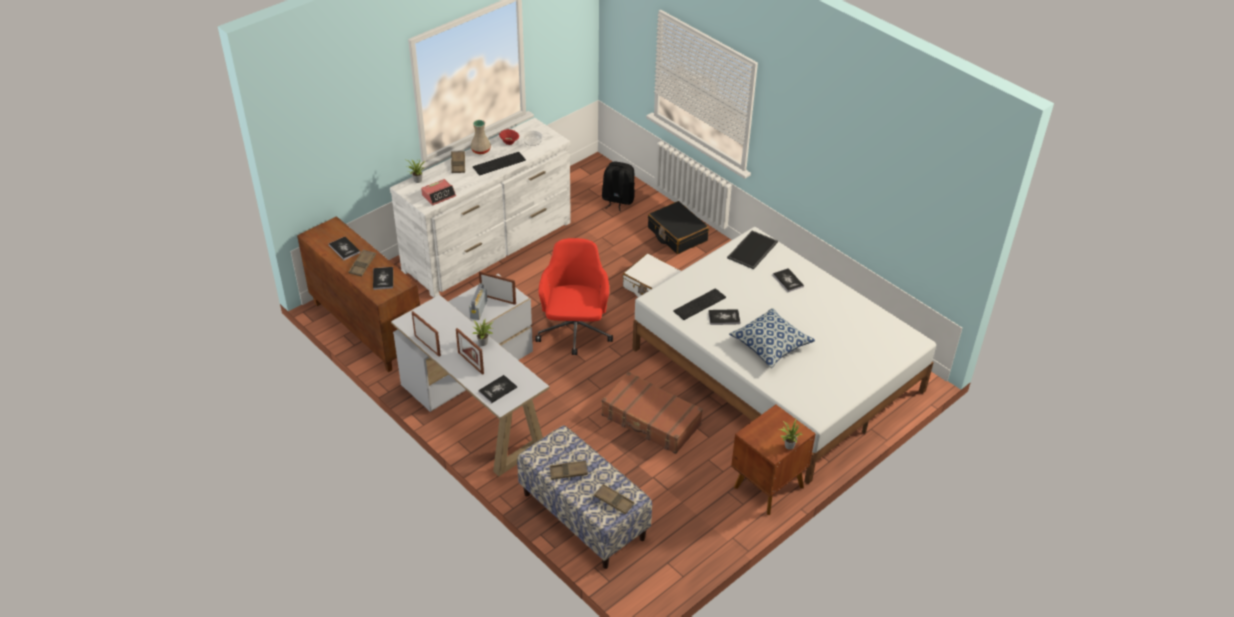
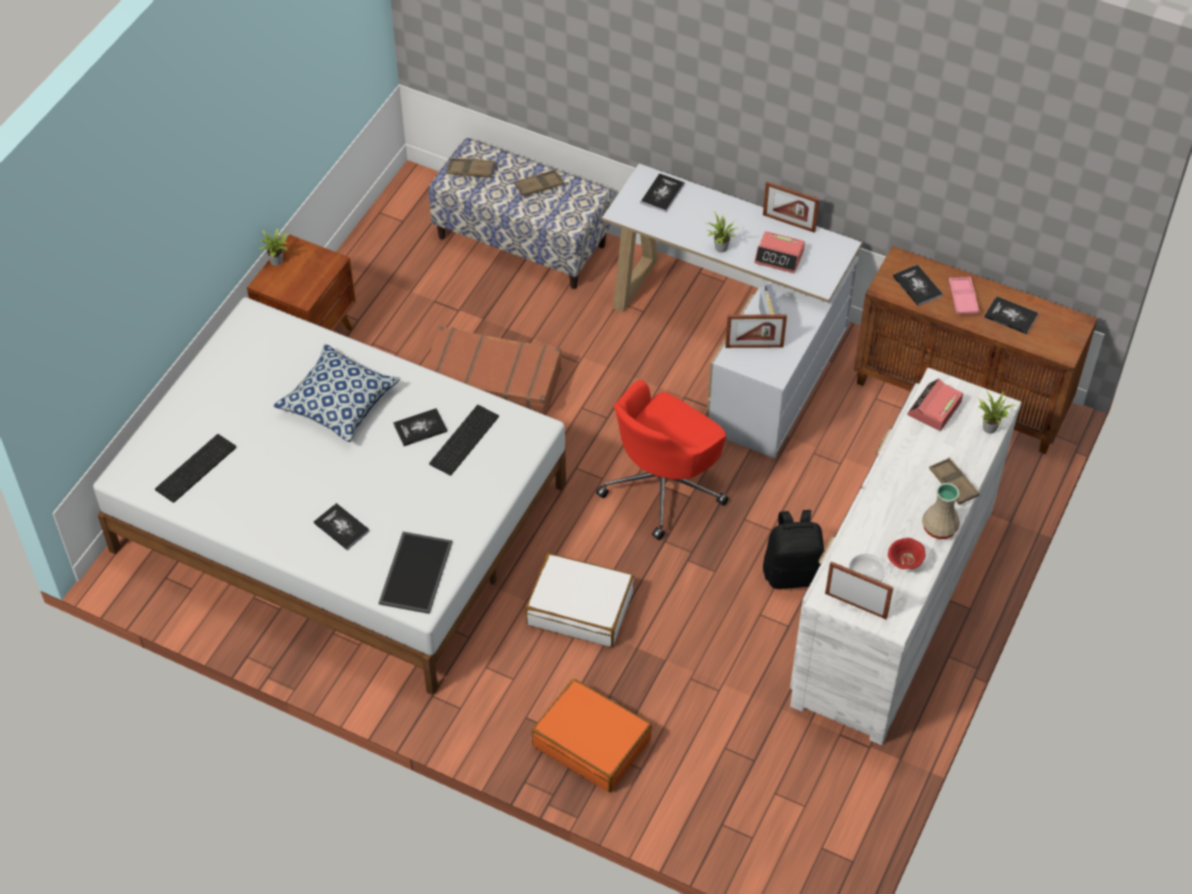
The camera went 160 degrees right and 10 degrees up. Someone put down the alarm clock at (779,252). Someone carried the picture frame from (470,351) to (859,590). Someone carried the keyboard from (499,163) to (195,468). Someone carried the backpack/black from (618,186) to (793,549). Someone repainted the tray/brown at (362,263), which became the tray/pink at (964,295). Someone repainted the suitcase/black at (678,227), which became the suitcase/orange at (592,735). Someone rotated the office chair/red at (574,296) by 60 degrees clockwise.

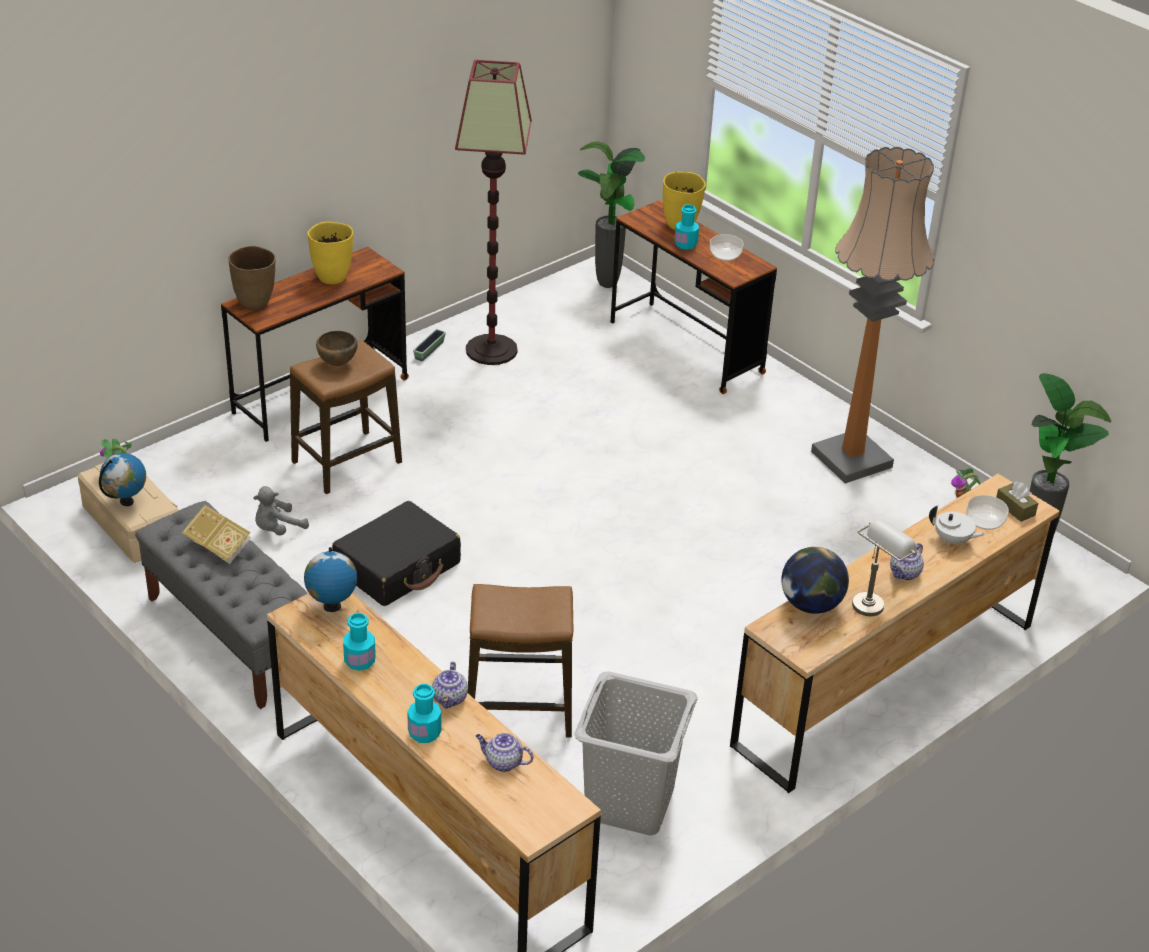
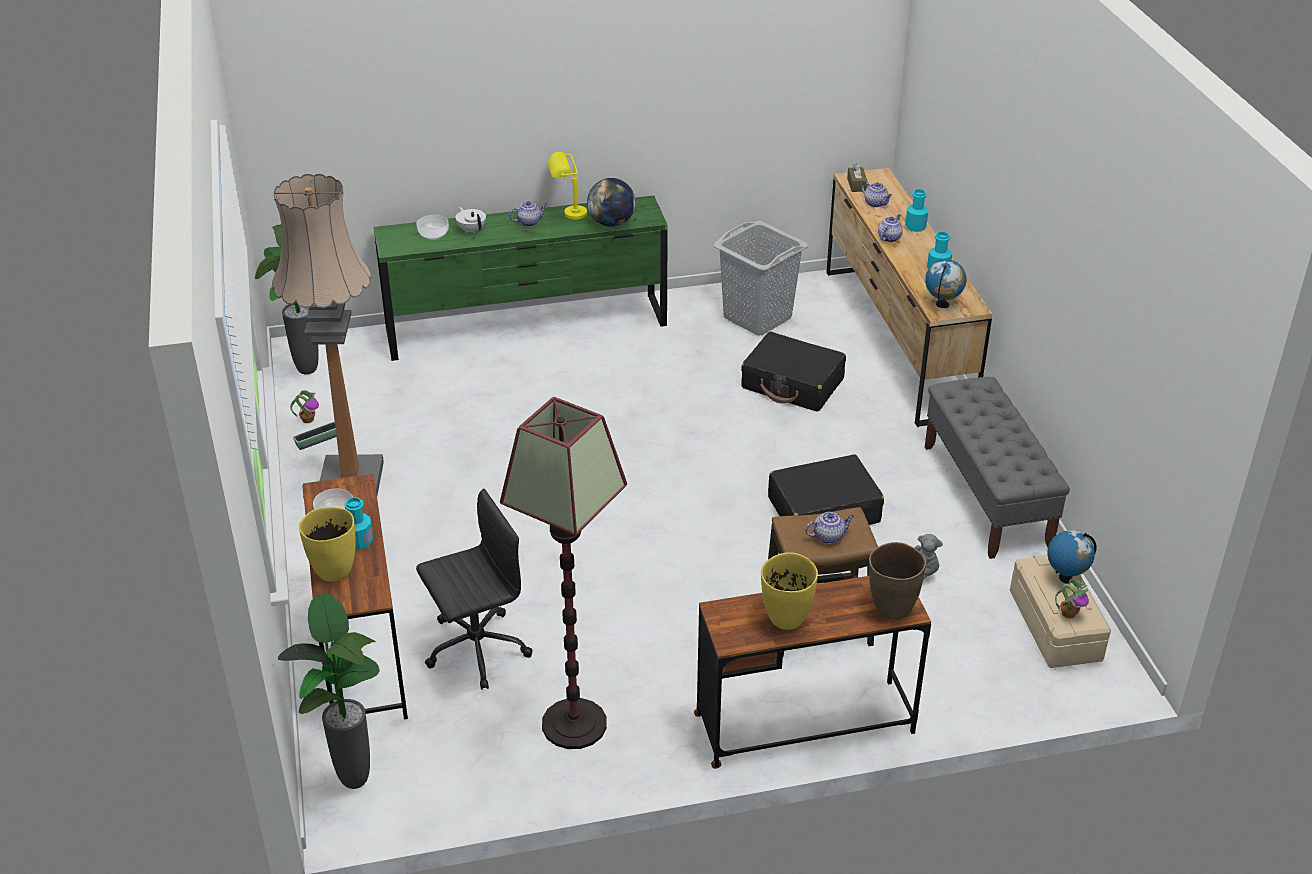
The camera went 150 degrees left and 0 degrees up. Someone took away the book at (216,534). Someone put down the office chair/black at (474,589). Someone carried the planter from (429,345) to (314,435). Someone carried the tissue box/brown from (1017,501) to (857,177). Someone swapped the bowl/brown at (337,348) for the teapot at (829,528). Someone swapped the stool at (520,661) for the suitcase/black at (793,372). Someone repainted the dresser/brown at (895,633), which became the dresser/green at (521,278). Someone repainted the table lamp/grey at (884,567), which became the table lamp/yellow at (567,185).

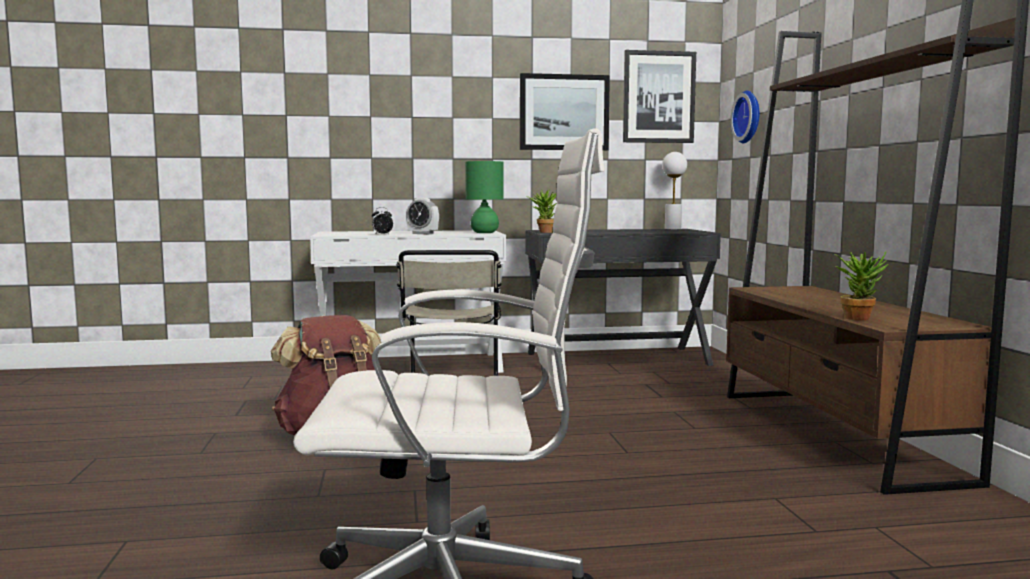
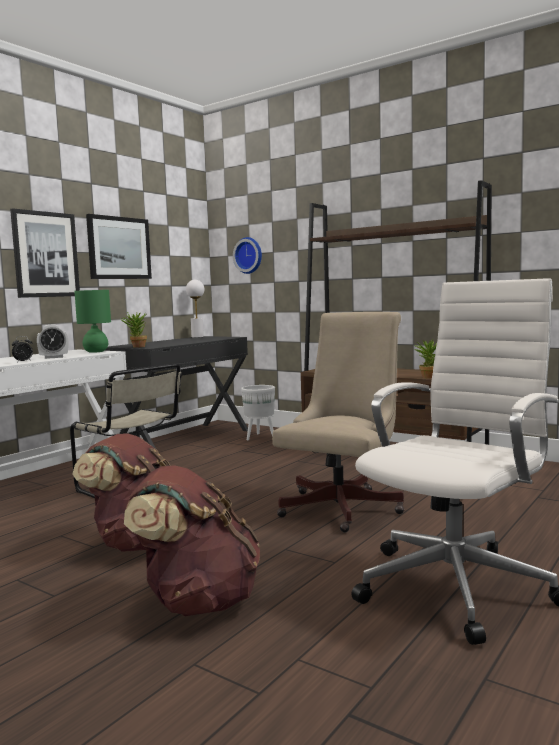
The camera went 45 degrees left and 0 degrees up. Someone put down the backpack/brown at (192,540). Someone put down the planter/white at (258,412). Someone put down the office chair/beige at (338,422). Someone carried the picture from (659,96) to (45,253).

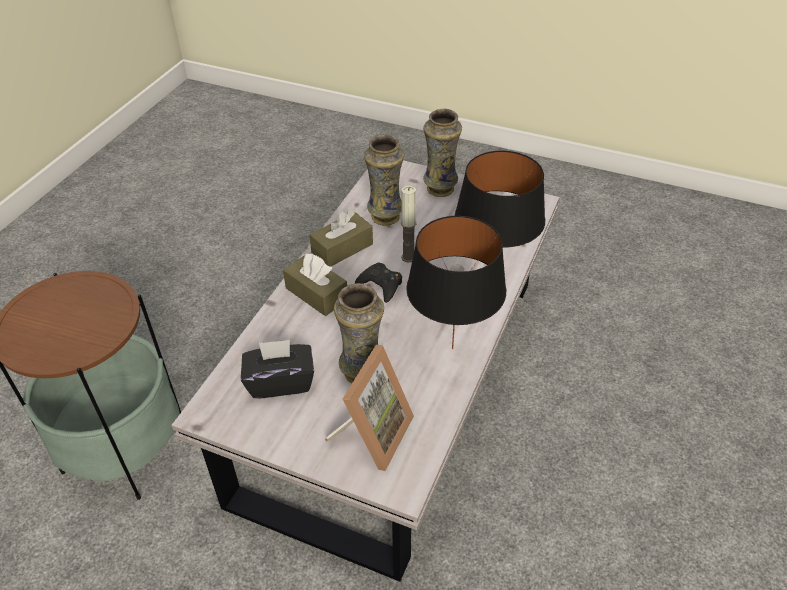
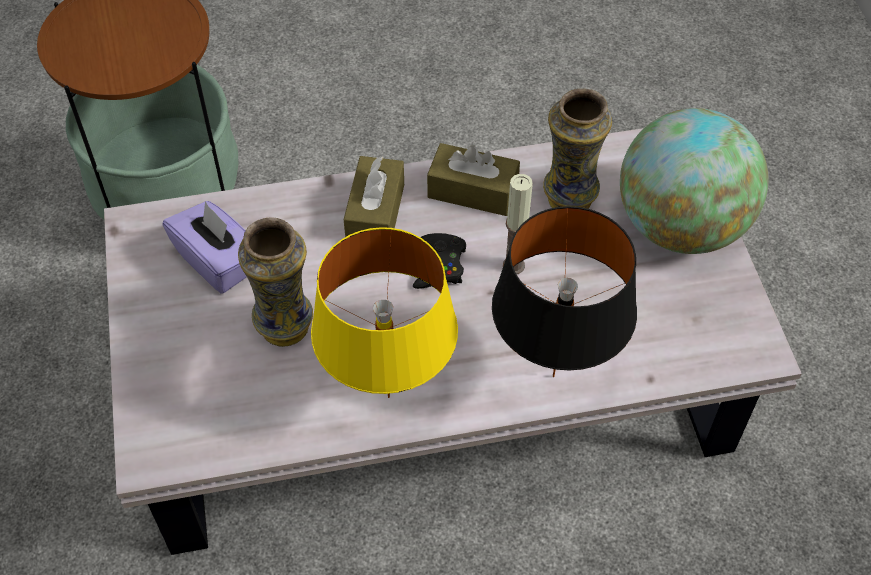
The camera went 55 degrees right and 10 degrees up. Someone took away the picture frame at (369,408). Someone swapped the vase at (442,153) for the globe at (694,181). Someone repainted the tissue box/black at (277,369), which became the tissue box/purple at (205,247). Someone repainted the table lamp/black at (456,282), which became the table lamp/yellow at (384,312).

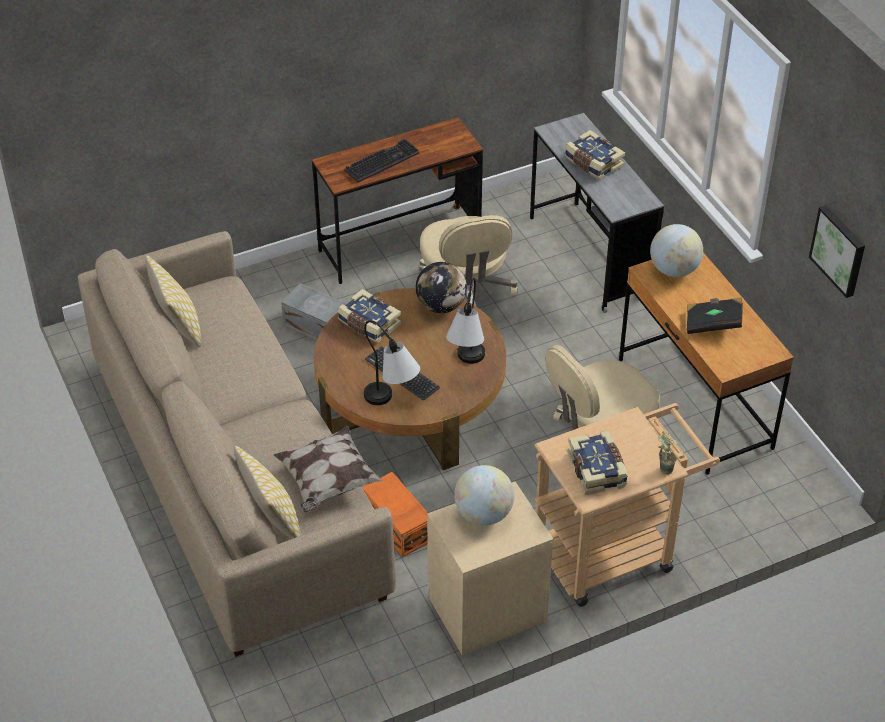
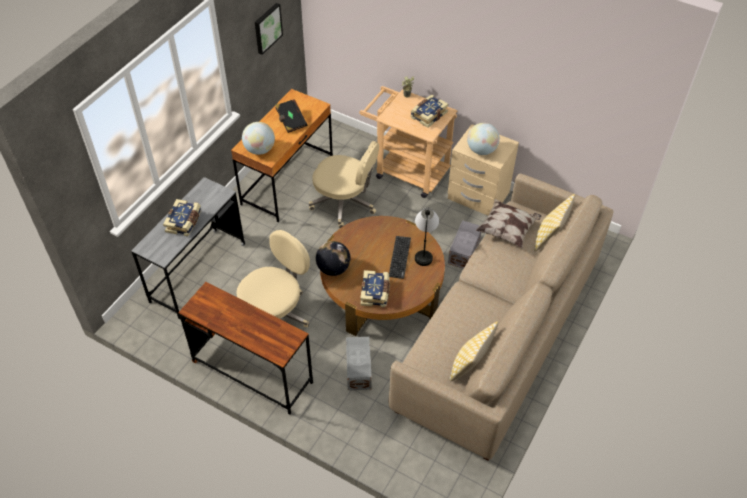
The camera went 125 degrees left and 5 degrees up. Someone took away the keyboard at (382,161). Someone took away the table lamp at (465,321). Someone repainted the storage box/orange at (395,514), which became the storage box/grey at (464,244).

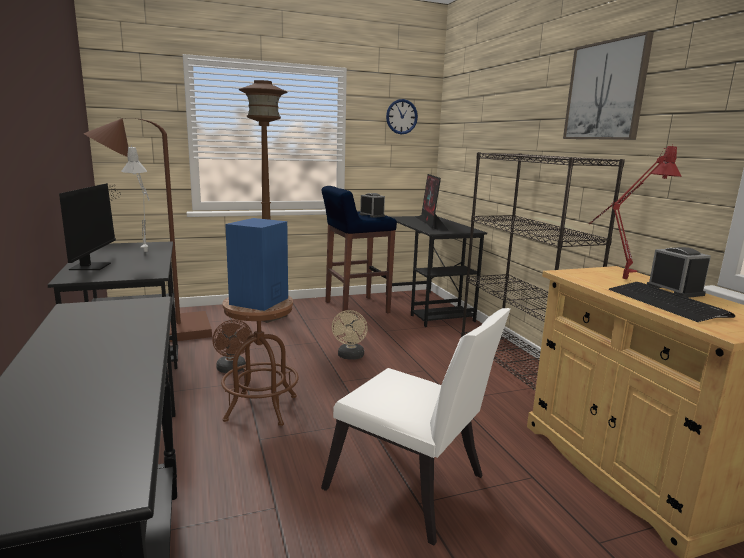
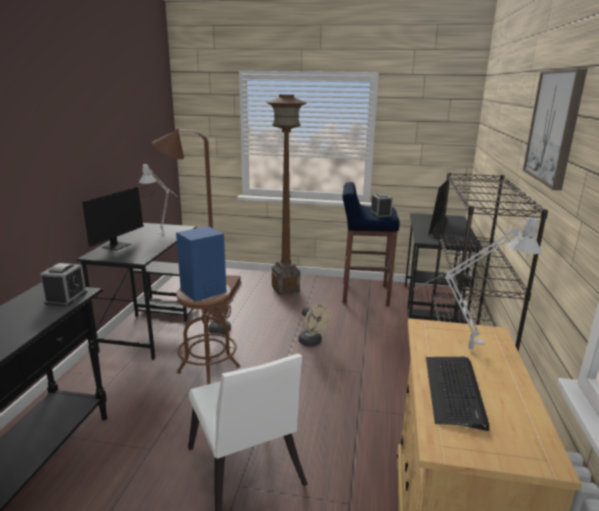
The camera went 30 degrees right and 5 degrees up. Someone took away the wall clock at (402,116). Someone carried the alarm clock from (679,272) to (63,285). Someone repainted the table lamp/red at (635,212), which became the table lamp/grey at (477,283). Someone rotated the fan/beige at (350,335) by 75 degrees counterclockwise.

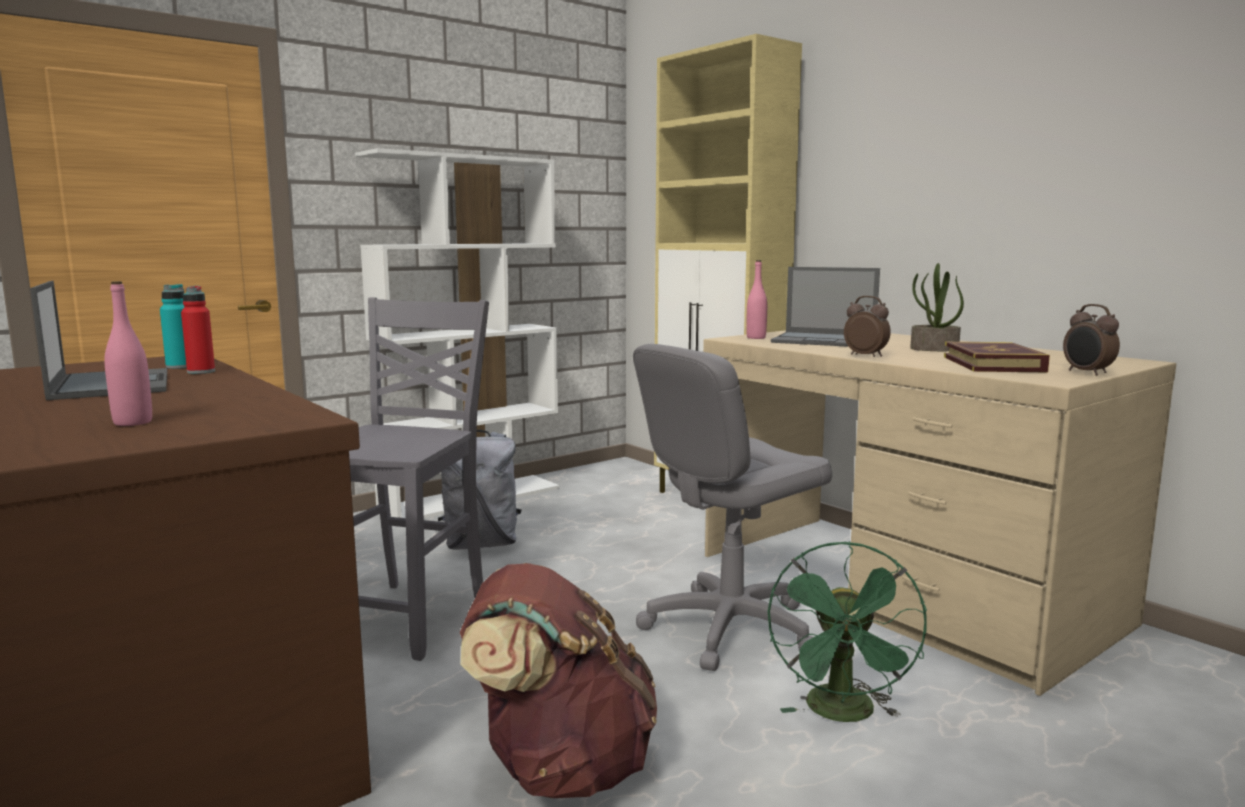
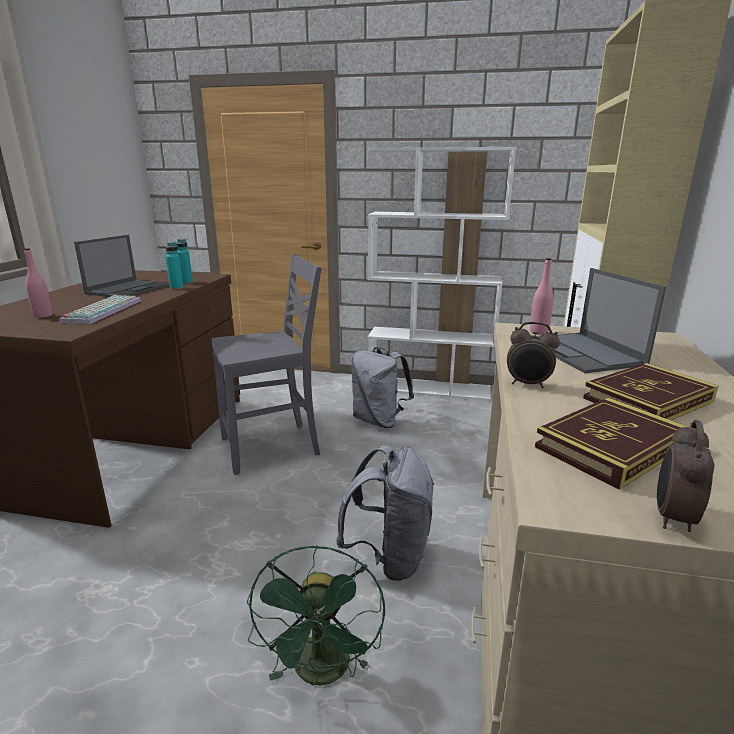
The camera went 50 degrees right and 10 degrees up. Someone took away the backpack/brown at (558,680). Someone put down the keyboard at (100,309). Someone swapped the office chair/grey at (732,507) for the backpack/grey at (385,513). Someone swapped the potted plant at (937,307) for the book at (650,391). Someone repainted the bottle/red at (198,330), which became the bottle/turquoise at (174,266). Someone rotated the fan/green at (847,631) by 60 degrees counterclockwise. Someone rotated the alarm clock at (867,326) by 105 degrees clockwise.

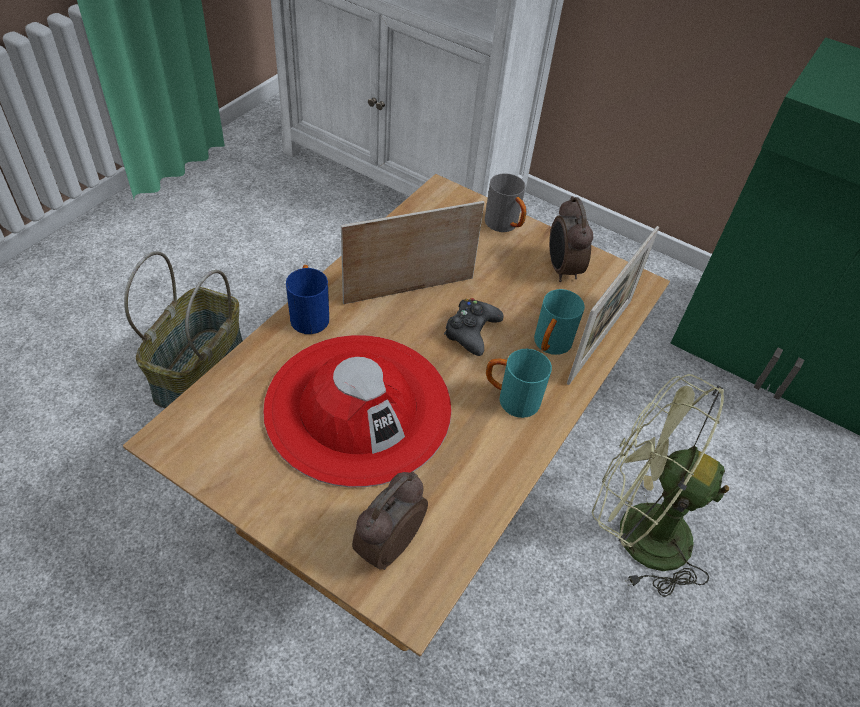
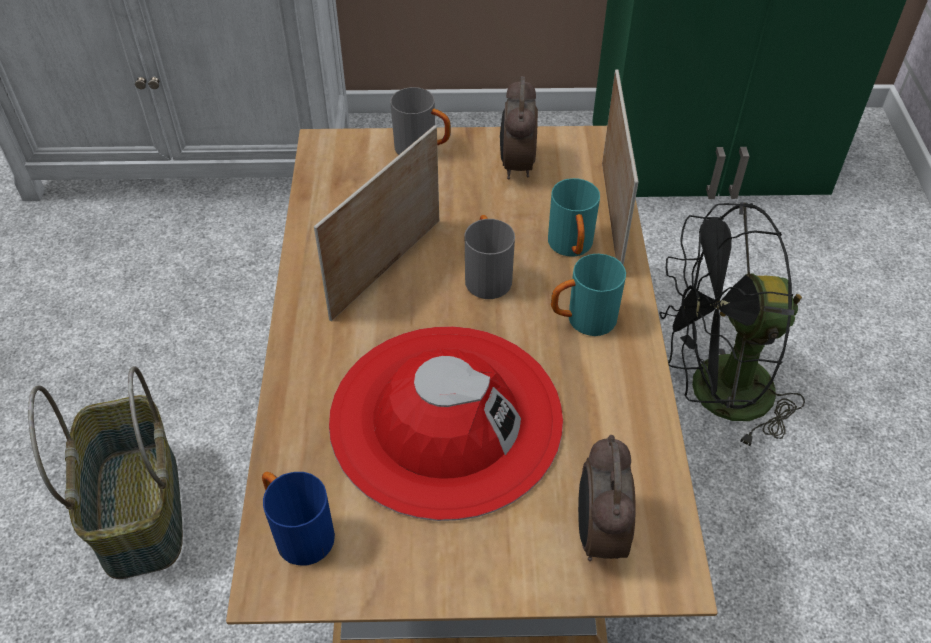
The camera went 30 degrees left and 0 degrees up. Someone carried the mug/blue from (307,299) to (298,519). Someone swapped the game controller/black at (473,327) for the mug/grey at (490,257). Someone repainted the fan/green at (660,485), which became the fan/black at (732,326). Someone rotated the alarm clock at (571,239) by 45 degrees clockwise.

